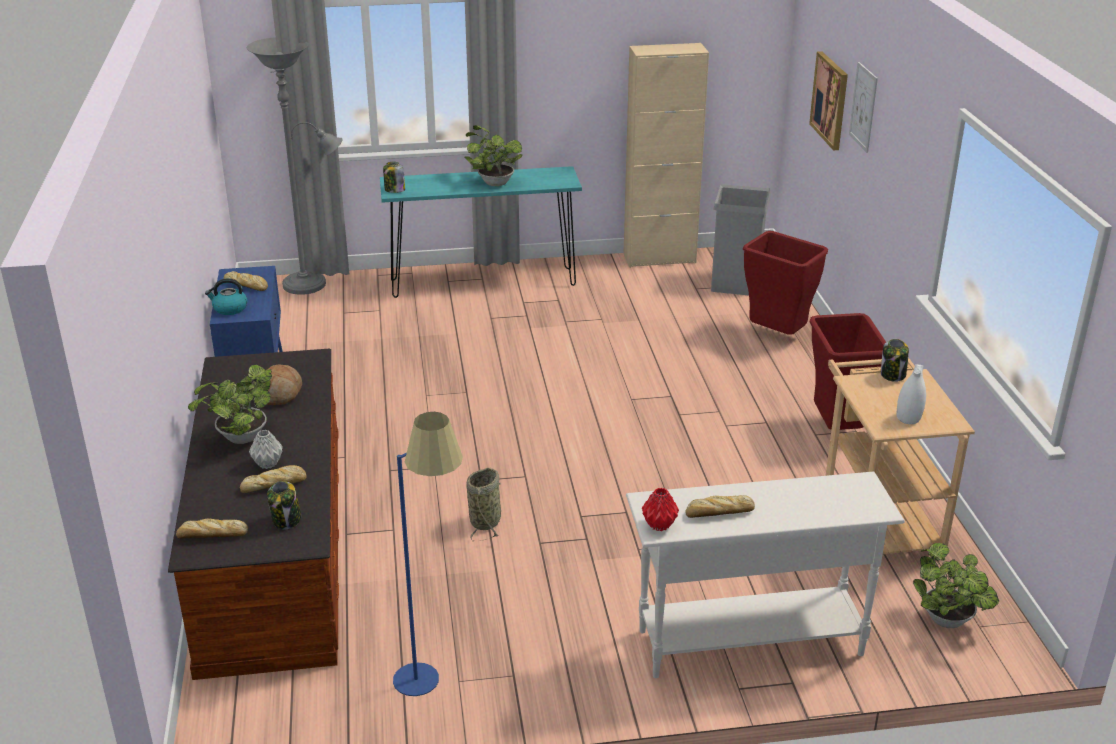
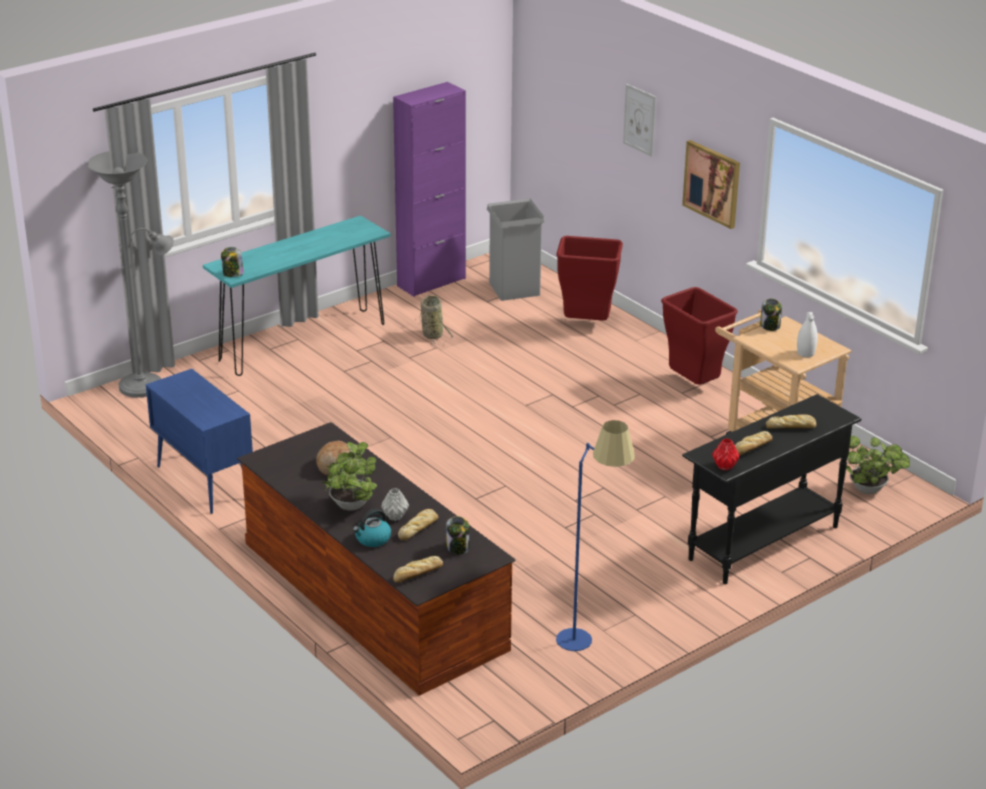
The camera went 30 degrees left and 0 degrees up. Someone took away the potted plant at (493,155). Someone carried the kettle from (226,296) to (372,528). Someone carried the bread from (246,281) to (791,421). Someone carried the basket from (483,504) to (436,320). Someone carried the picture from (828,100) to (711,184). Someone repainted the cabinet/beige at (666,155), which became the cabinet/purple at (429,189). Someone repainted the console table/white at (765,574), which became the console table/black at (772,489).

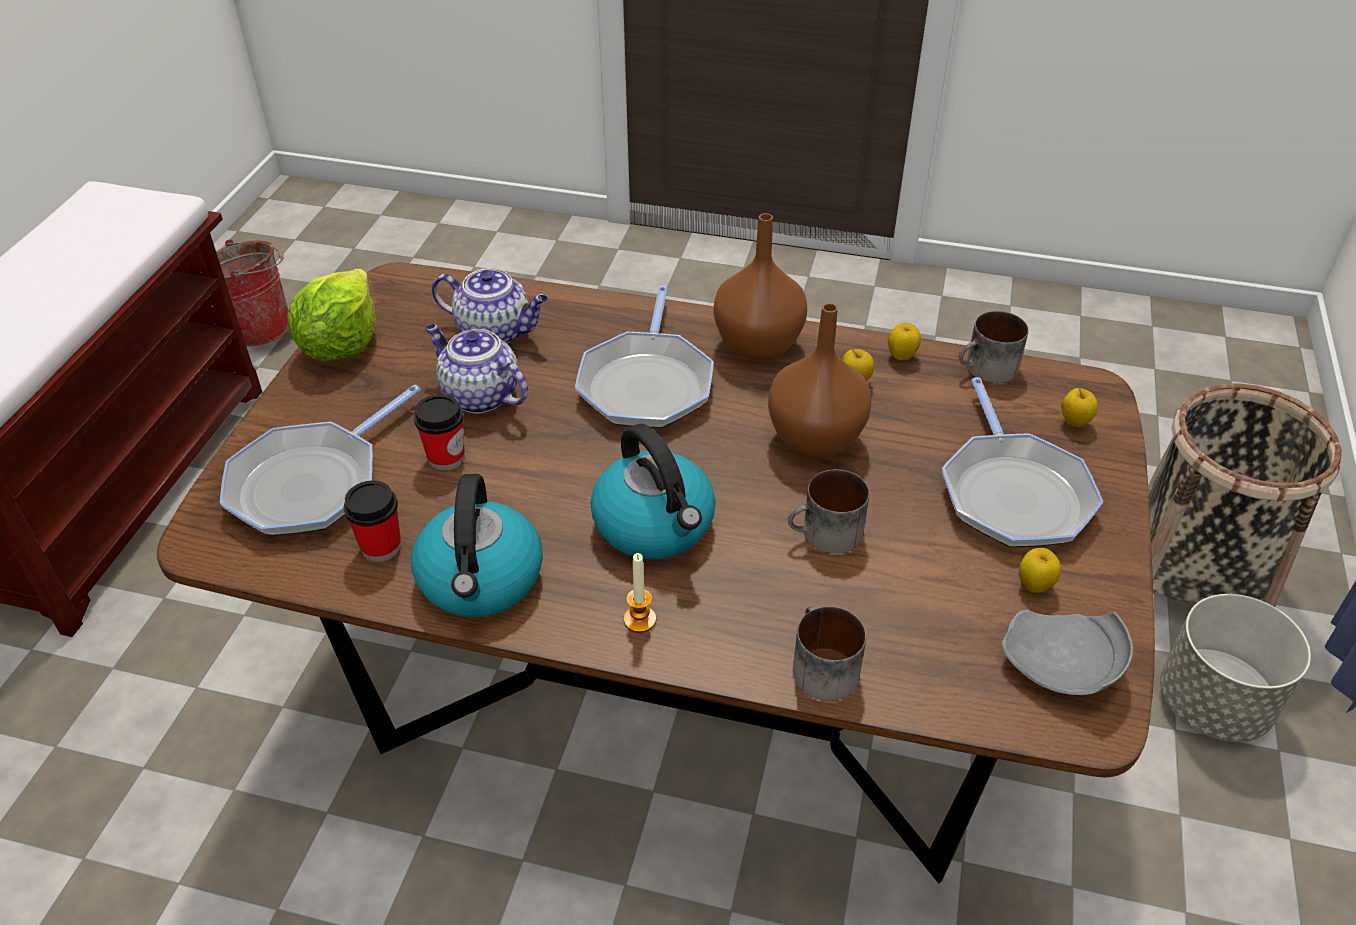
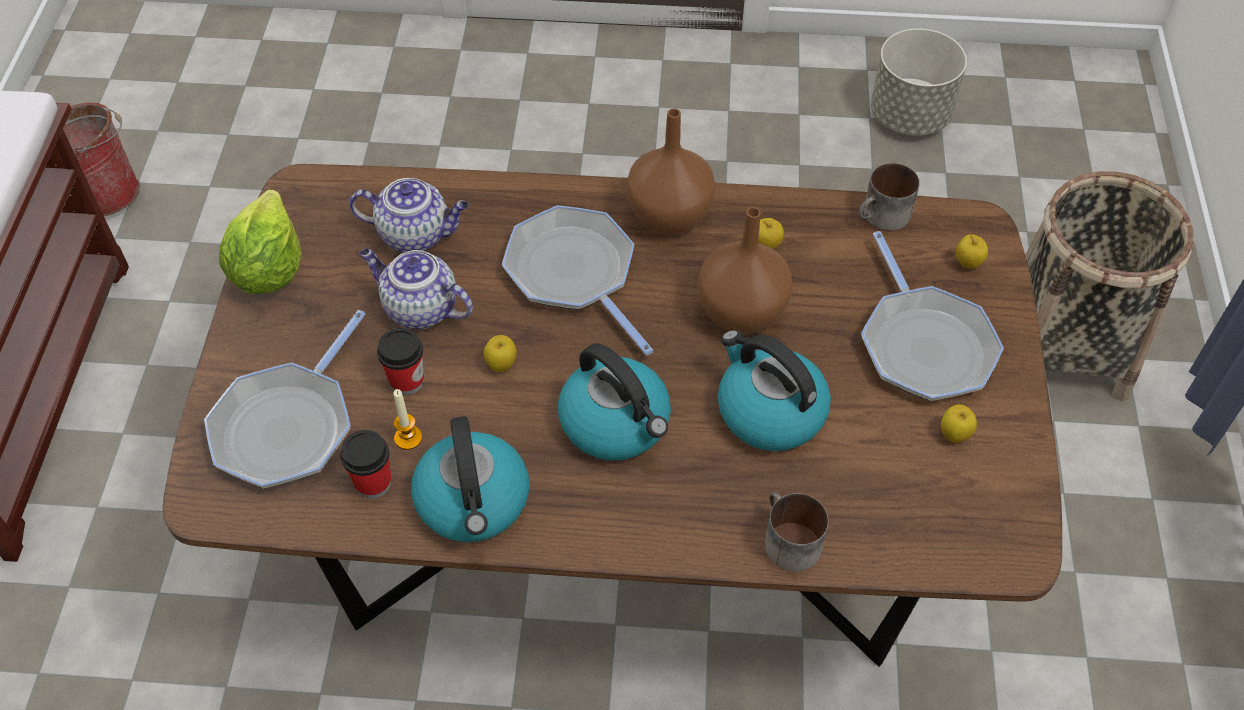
The camera went 10 degrees left and 10 degrees up. Someone took away the plate/grey at (1067,652). Someone carried the candle from (639,593) to (407,419). Someone carried the apple from (904,341) to (500,353). Someone carried the planter/grey from (1235,668) to (919,82). Someone swapped the mug at (828,511) for the kettle at (774,390). Someone rotated the frying pan at (644,357) by 150 degrees clockwise.

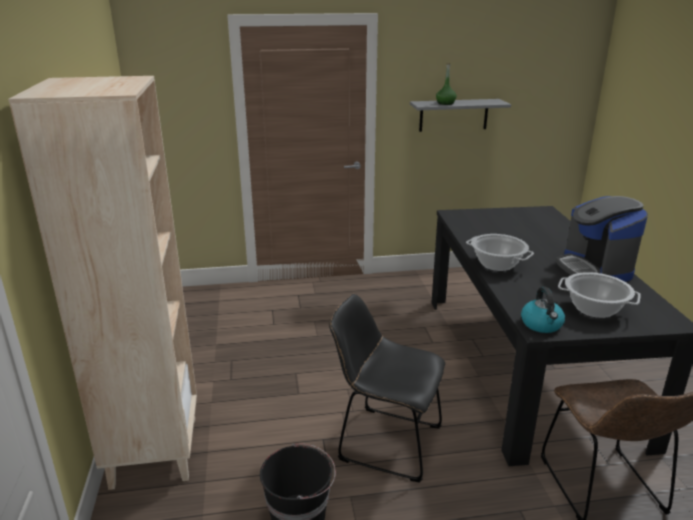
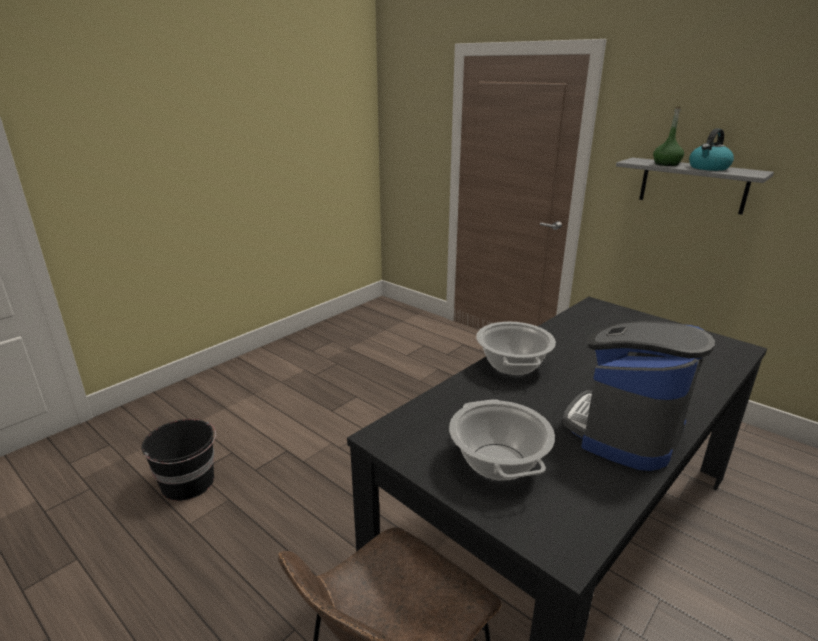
The camera went 50 degrees right and 0 degrees up. Someone took away the bookcase/beige at (102,283). Someone took away the chair/black at (387,388). Someone carried the kettle from (543,310) to (711,150).

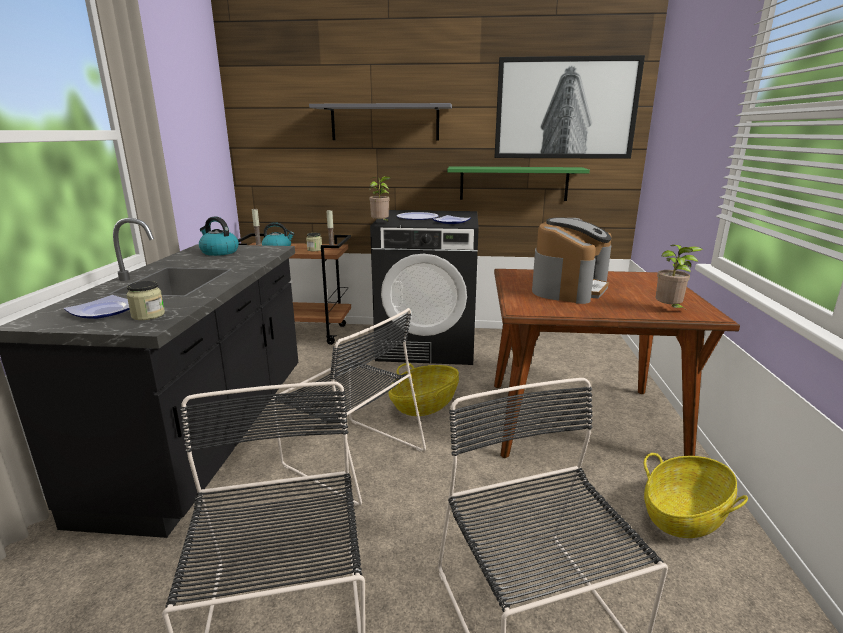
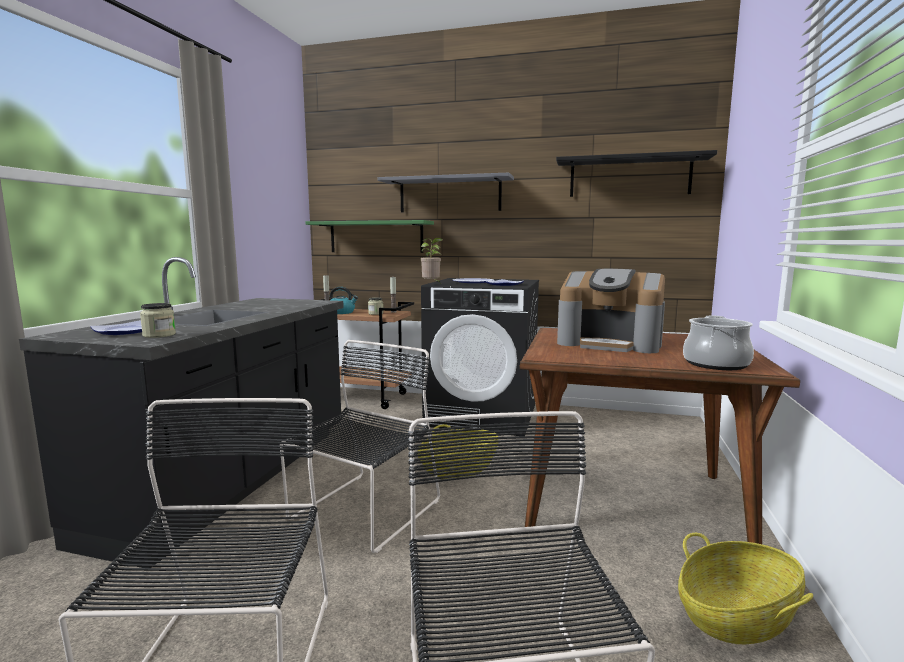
The camera went 10 degrees right and 10 degrees down. Someone took away the kettle at (219,236). Someone carried the shelf/green from (518,183) to (370,236). Someone swapped the picture at (569,107) for the shelf/black at (636,173). Someone swapped the potted plant at (679,276) for the cooking pot at (718,342). Someone rotated the chair/black at (349,407) by 105 degrees counterclockwise. Someone rotated the coffee machine at (572,260) by 75 degrees clockwise.

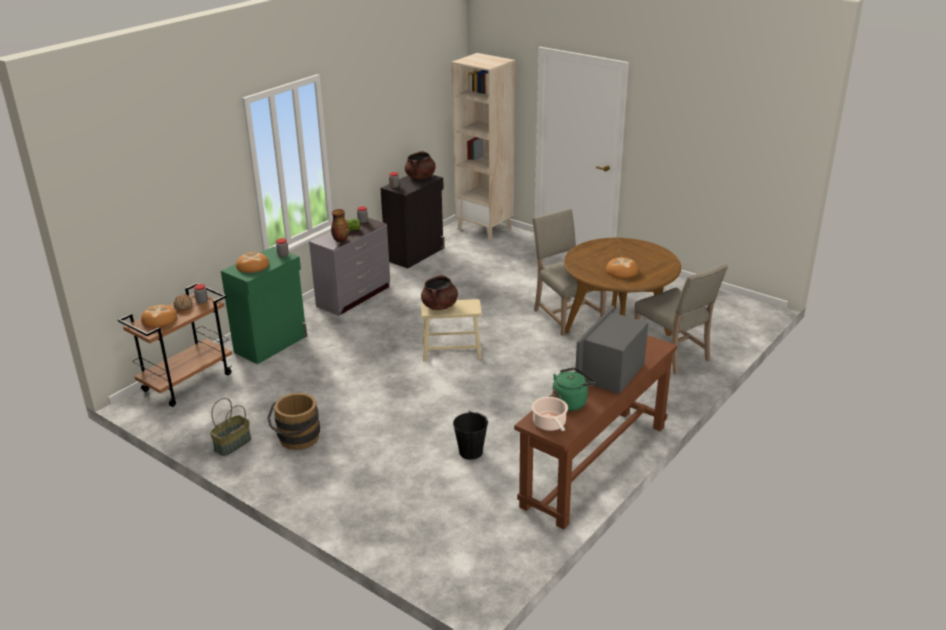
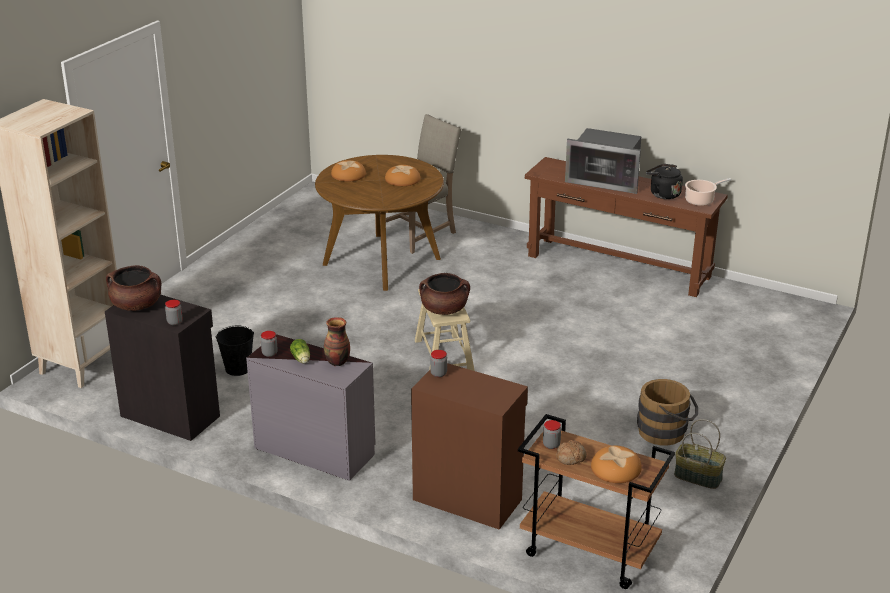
The camera went 100 degrees left and 0 degrees up. Someone took away the chair/beige at (569,272). Someone carried the bread from (252,262) to (348,171). Someone carried the bucket/black from (470,435) to (235,351). Someone repainted the cabinet/green at (264,305), which became the cabinet/brown at (469,446). Someone repainted the kettle/green at (573,389), which became the kettle/black at (664,181).

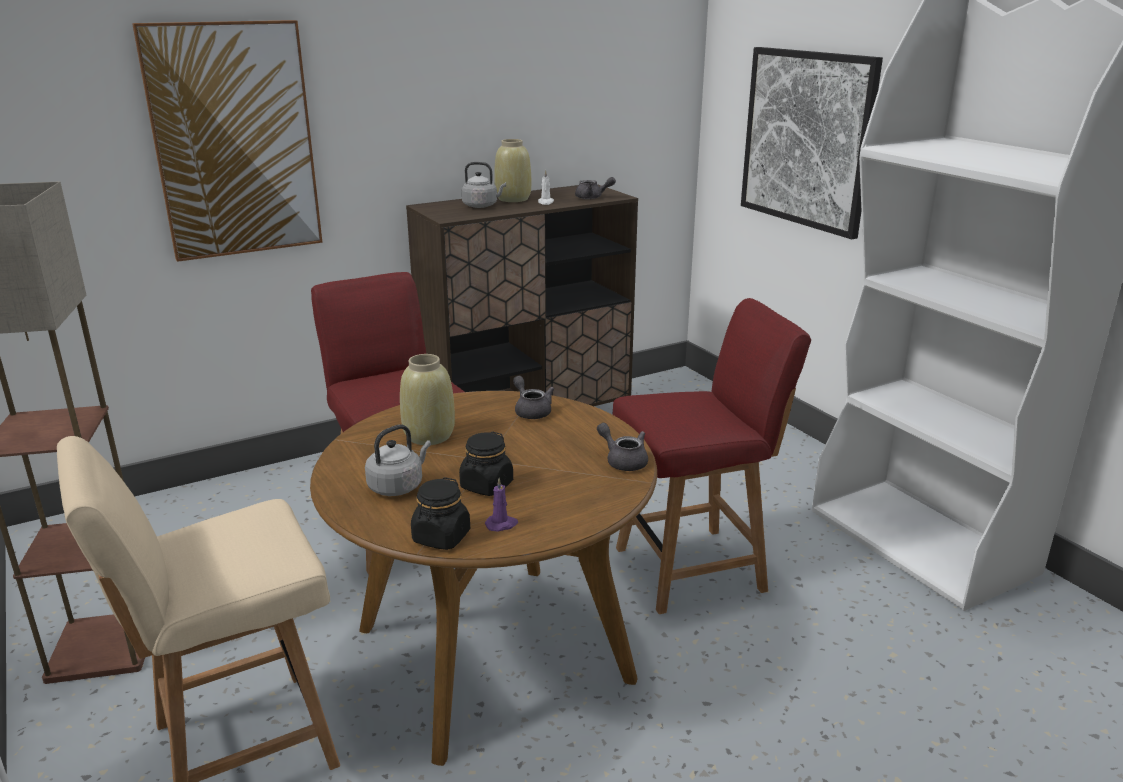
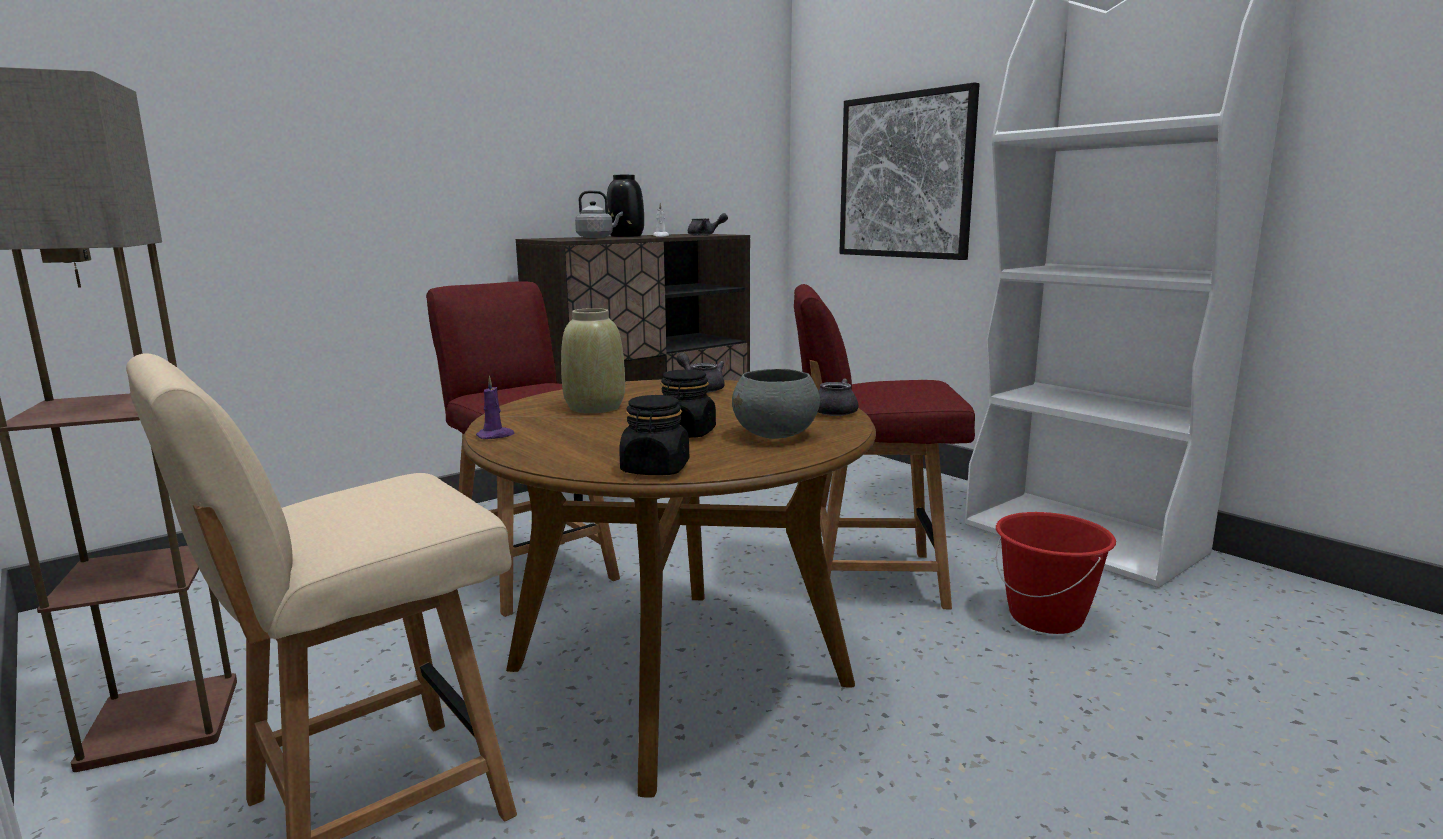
The camera went 10 degrees left and 10 degrees down. Someone took away the picture at (227,141). Someone took away the kettle/grey at (398,460). Someone put down the bowl/grey at (776,404). Someone put down the bucket/red at (1056,573). Someone carried the candle/purple from (501,505) to (495,407). Someone repainted the vase/beige at (512,170), which became the vase/black at (625,206). Someone rotated the chair/red at (711,456) by 150 degrees counterclockwise.

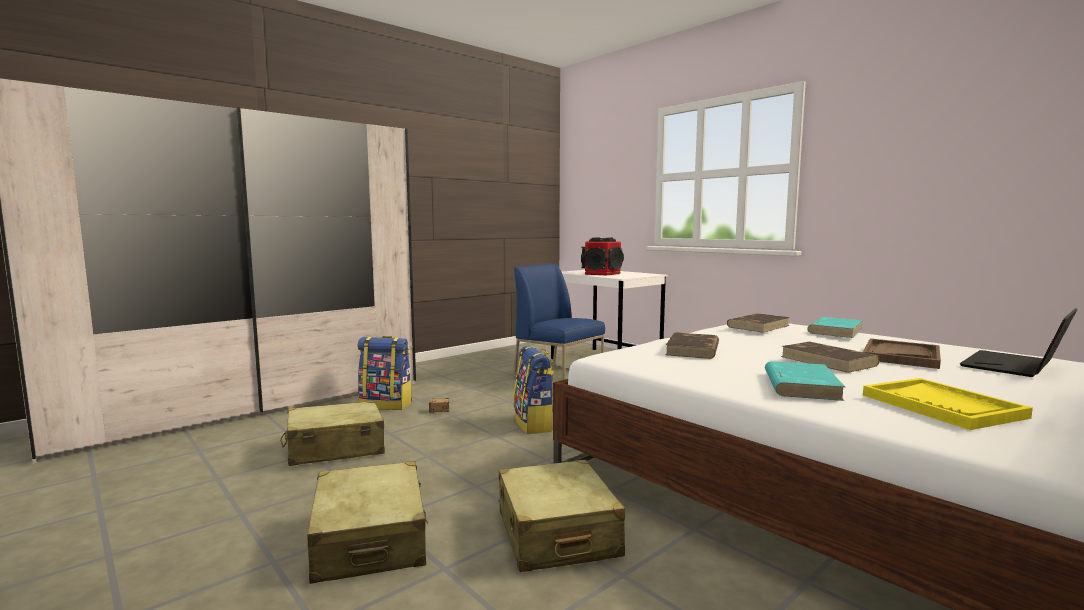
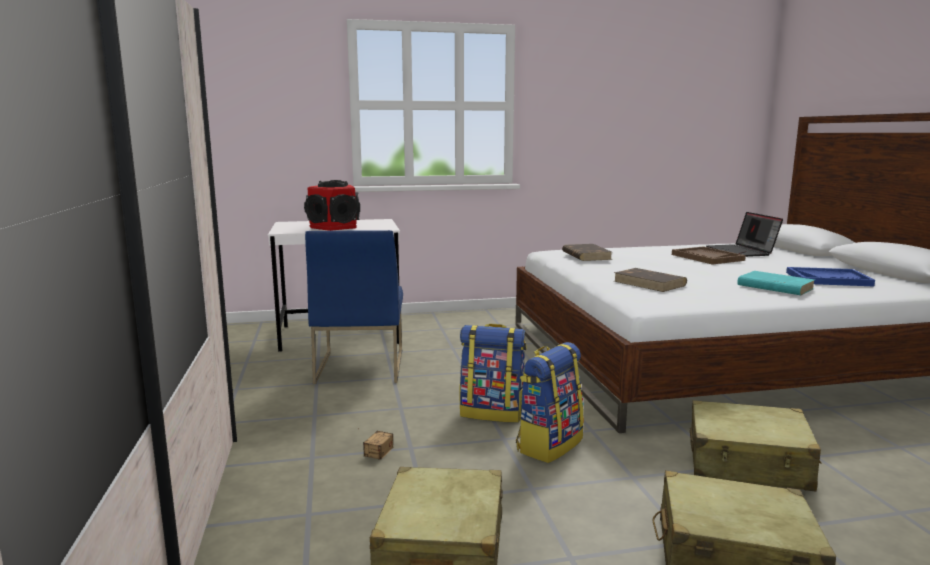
The camera went 60 degrees left and 5 degrees up. Someone took away the book/brown at (830,357). Someone took away the book/turquoise at (835,327). Someone carried the backpack from (385,373) to (550,402). Someone repainted the tray/yellow at (948,404), which became the tray/blue at (830,276). Someone rotated the chair/blue at (559,322) by 75 degrees counterclockwise.

